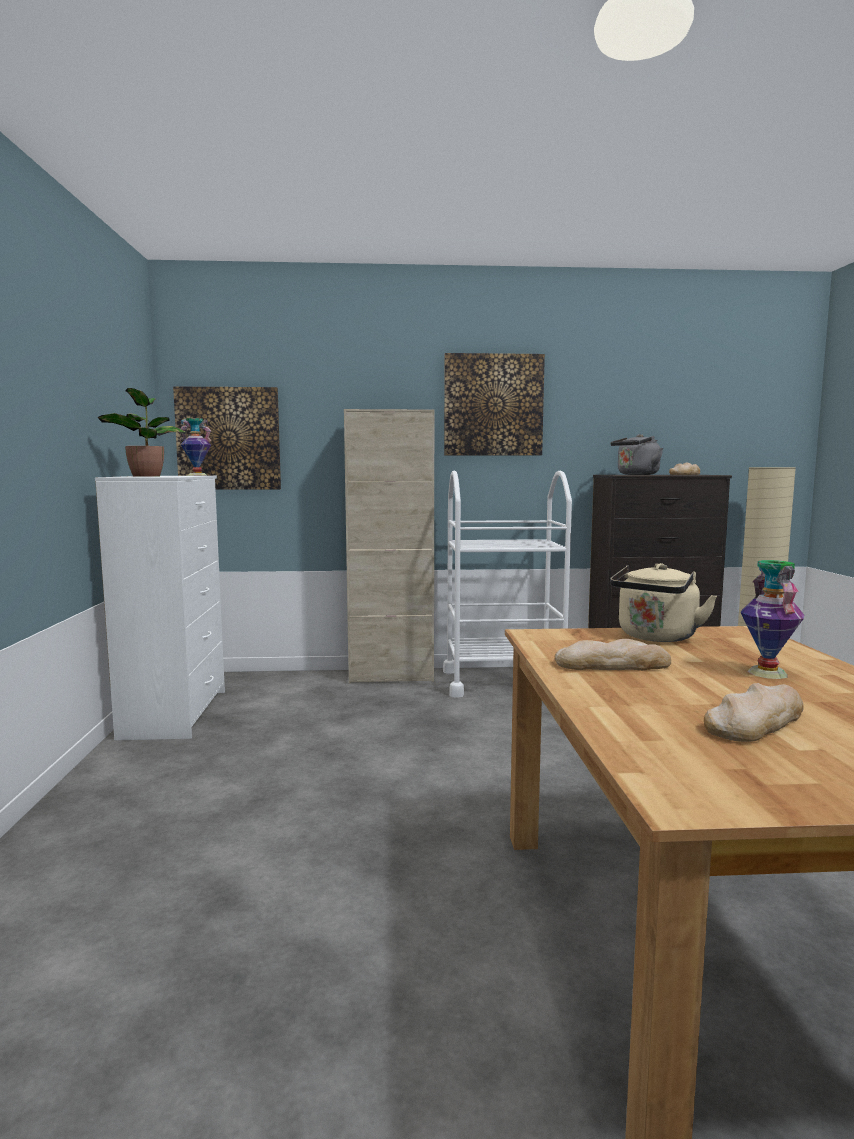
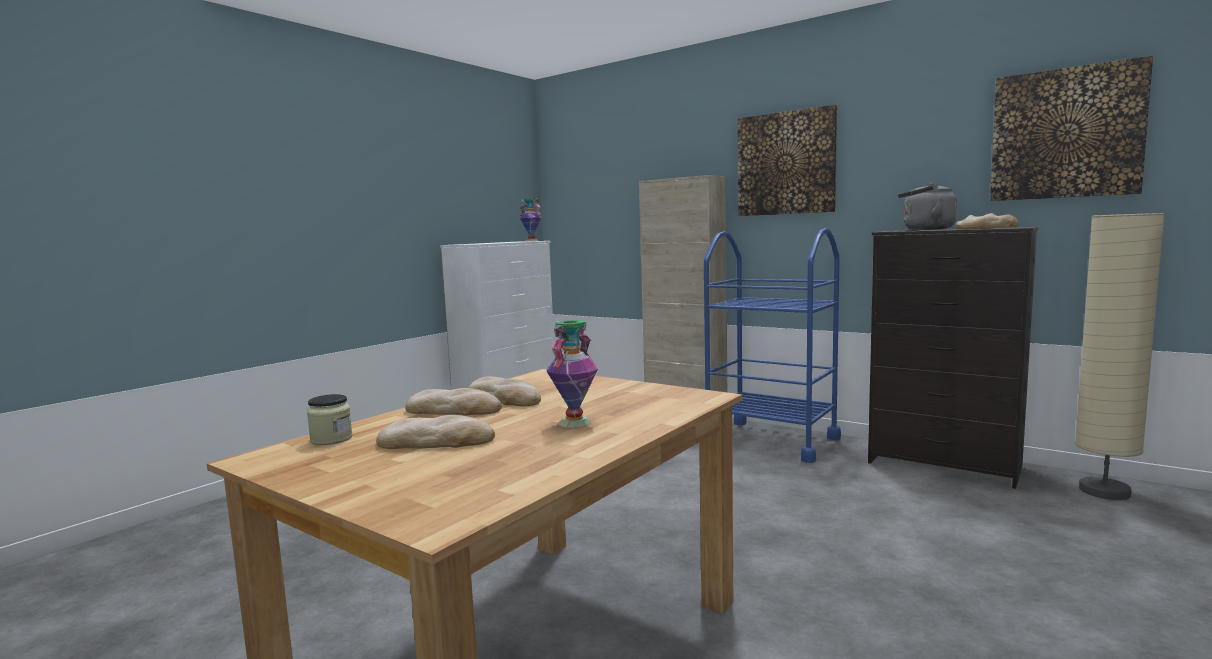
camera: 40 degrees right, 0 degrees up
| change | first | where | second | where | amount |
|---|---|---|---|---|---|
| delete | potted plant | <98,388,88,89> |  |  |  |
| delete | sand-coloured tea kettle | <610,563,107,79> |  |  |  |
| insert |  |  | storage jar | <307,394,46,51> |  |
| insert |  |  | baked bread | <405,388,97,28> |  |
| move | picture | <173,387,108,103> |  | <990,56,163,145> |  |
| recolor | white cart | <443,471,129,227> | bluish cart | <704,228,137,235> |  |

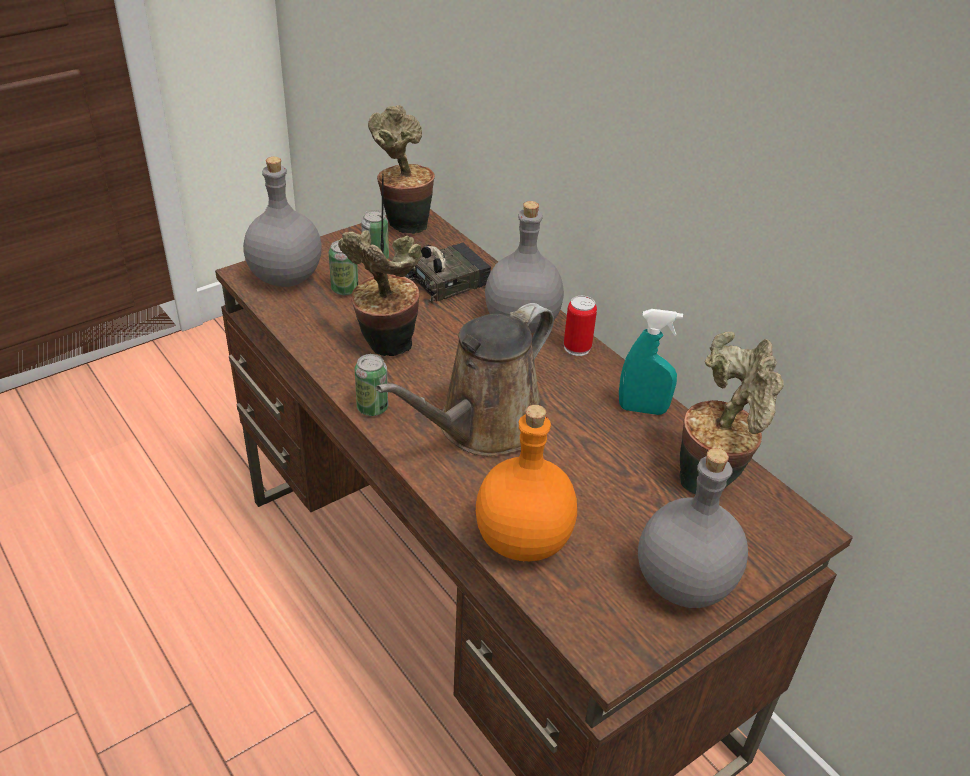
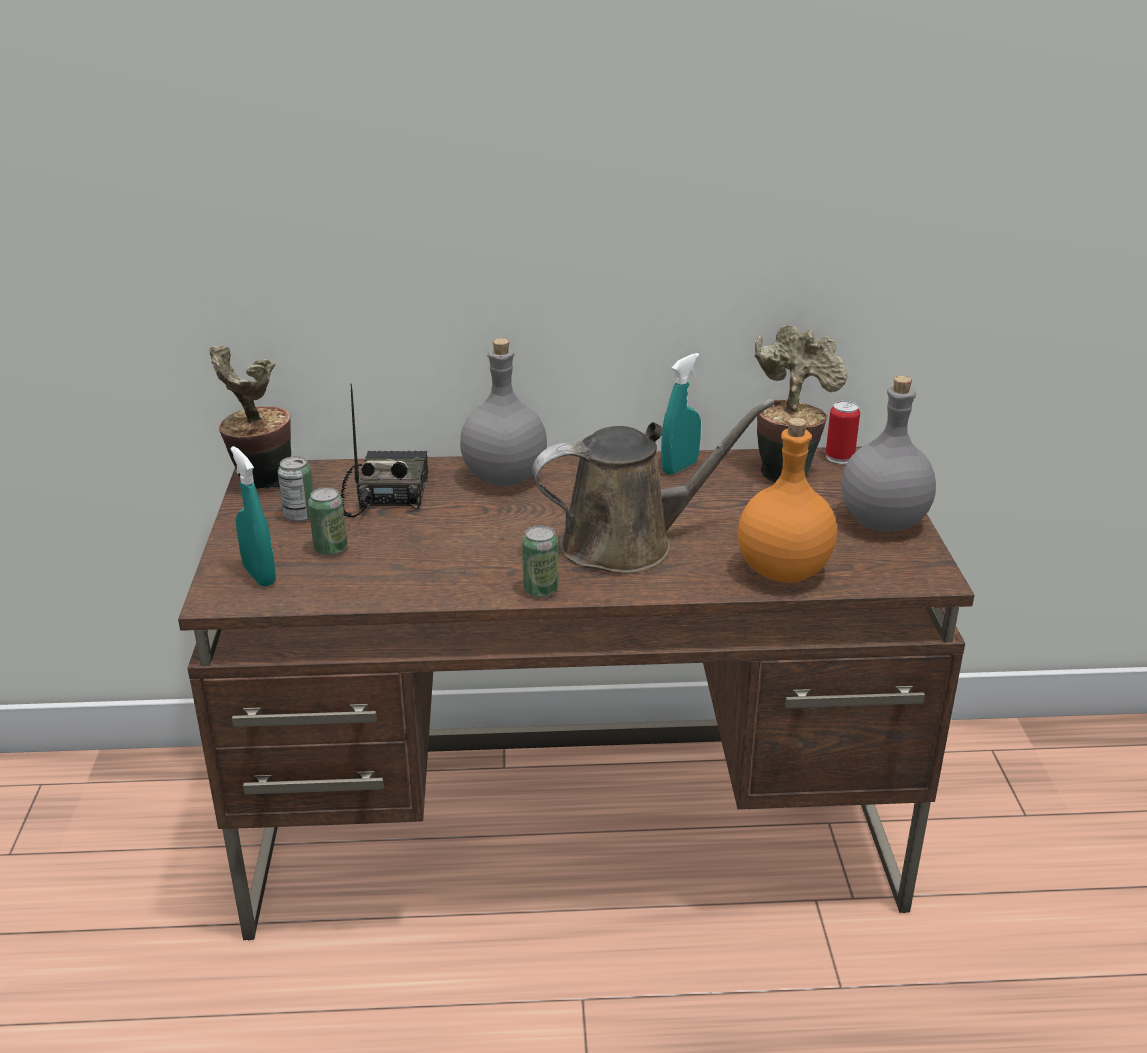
camera: 55 degrees left, 10 degrees down
| change | first | where | second | where | amount |
|---|---|---|---|---|---|
| delete | potted plant | <338,230,84,126> |  |  |  |
| move | can | <564,296,33,60> |  | <826,401,34,63> |  |
| replace | greyish beverage bottle | <243,157,79,130> | turquoise-coloured sprayer | <230,446,46,141> |  |
| rotate | brownish sprinkling can | <376,303,178,153> |  | <532,399,242,175> | 90 degrees counterclockwise |

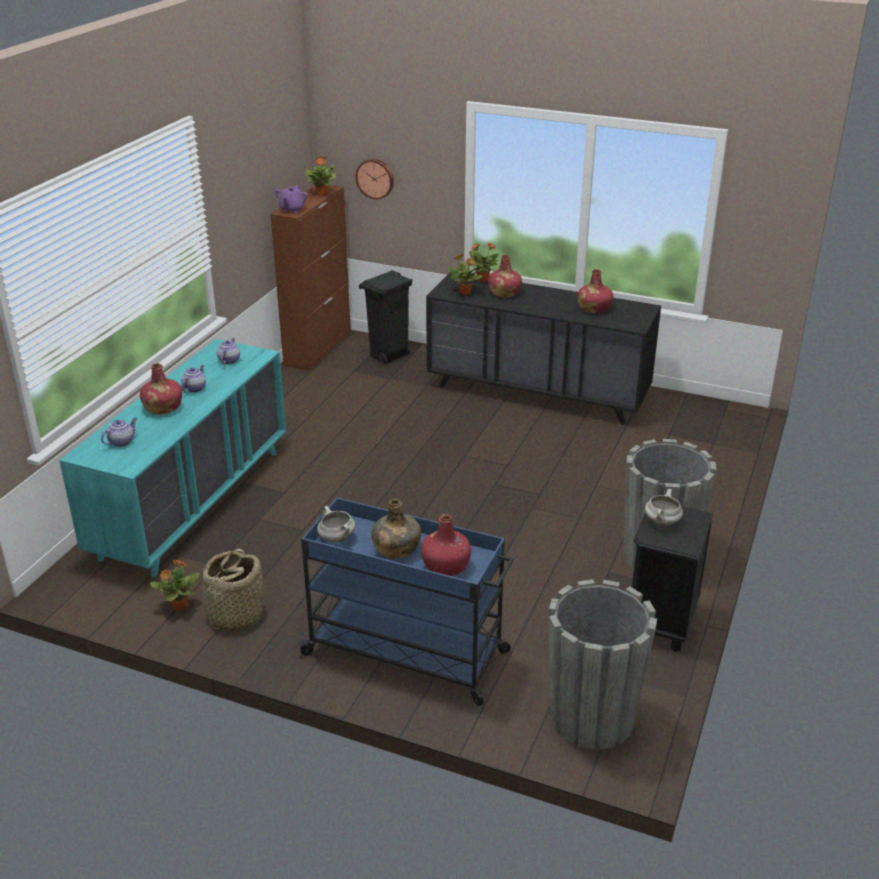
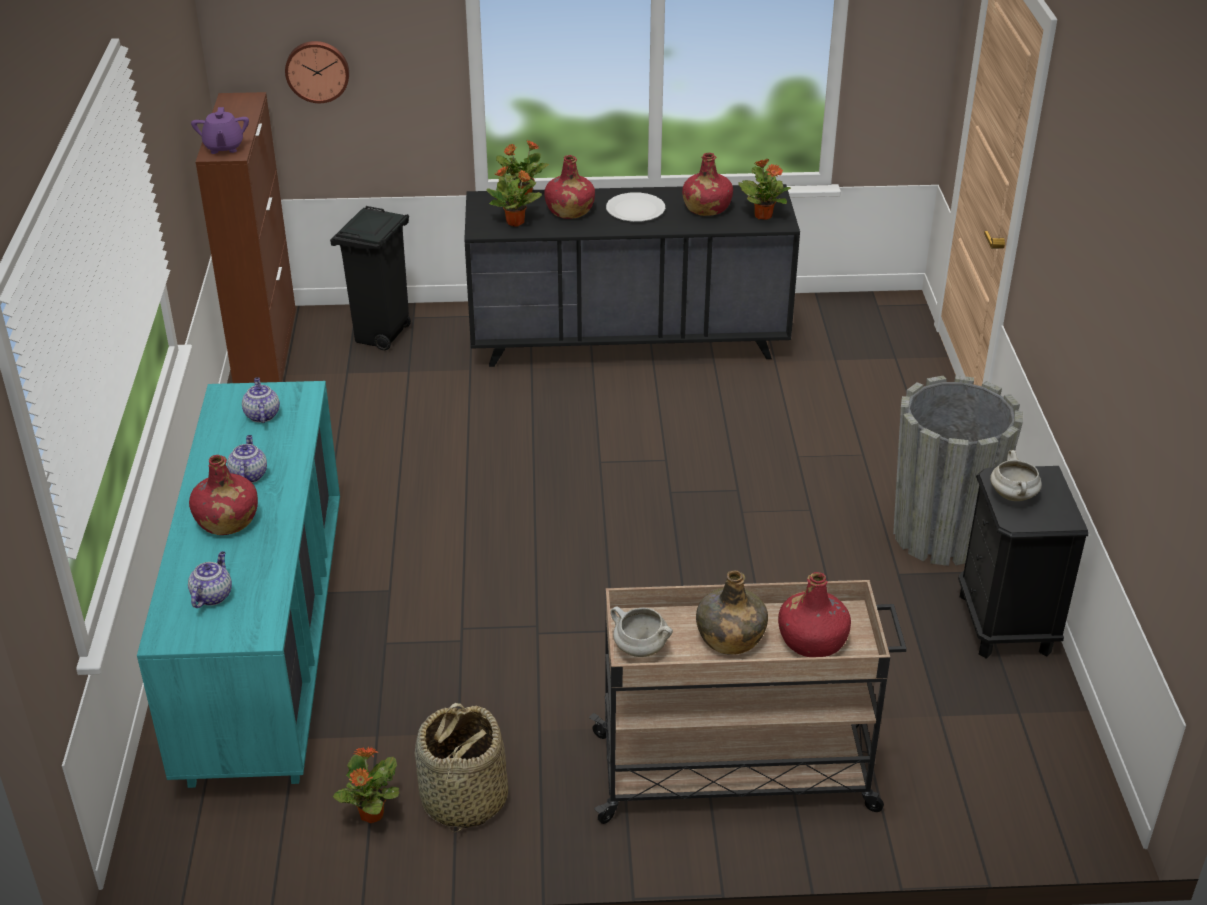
camera: 25 degrees left, 5 degrees up
| change | first | where | second | where | amount |
|---|---|---|---|---|---|
| delete | greyish flower pot | <549,579,108,171> |  |  |  |
| insert |  |  | white flat dish | <606,192,59,30> |  |
| move | potted plant | <305,156,32,40> |  | <738,159,53,61> |  |
| recolor | bluish cart | <297,497,217,209> | sand-coloured cart | <589,580,318,244> |  |

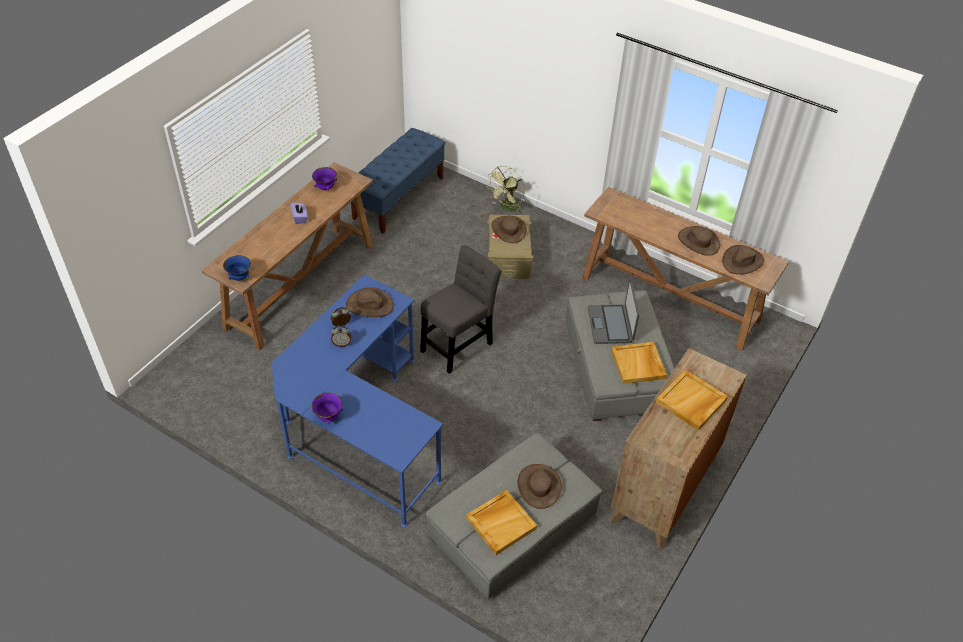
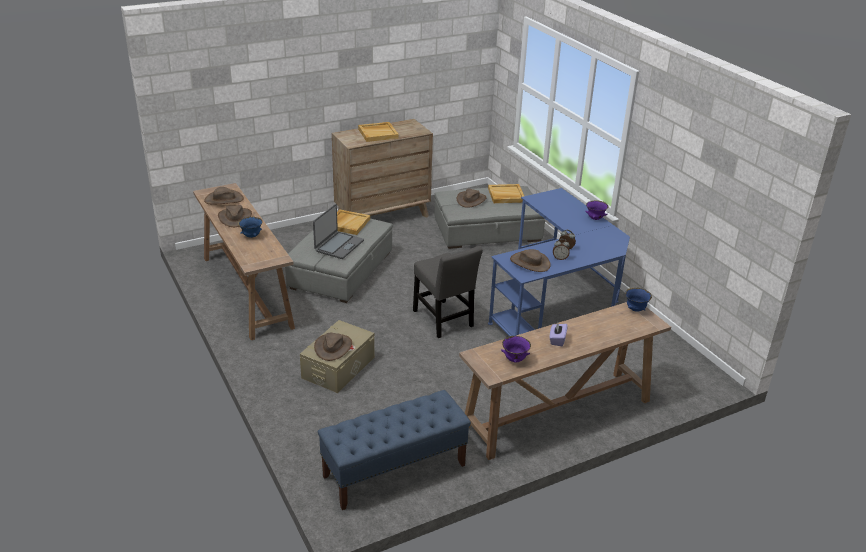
camera: 150 degrees left, 15 degrees down
| change | first | where | second | where | amount |
|---|---|---|---|---|---|
| delete | green electric fan | <486,166,39,47> |  |  |  |
| insert |  |  | bluish serving bowl | <238,217,24,21> |  |
| rotate | greyish upright chair | <420,245,81,129> |  | <413,246,70,92> | 105 degrees counterclockwise |

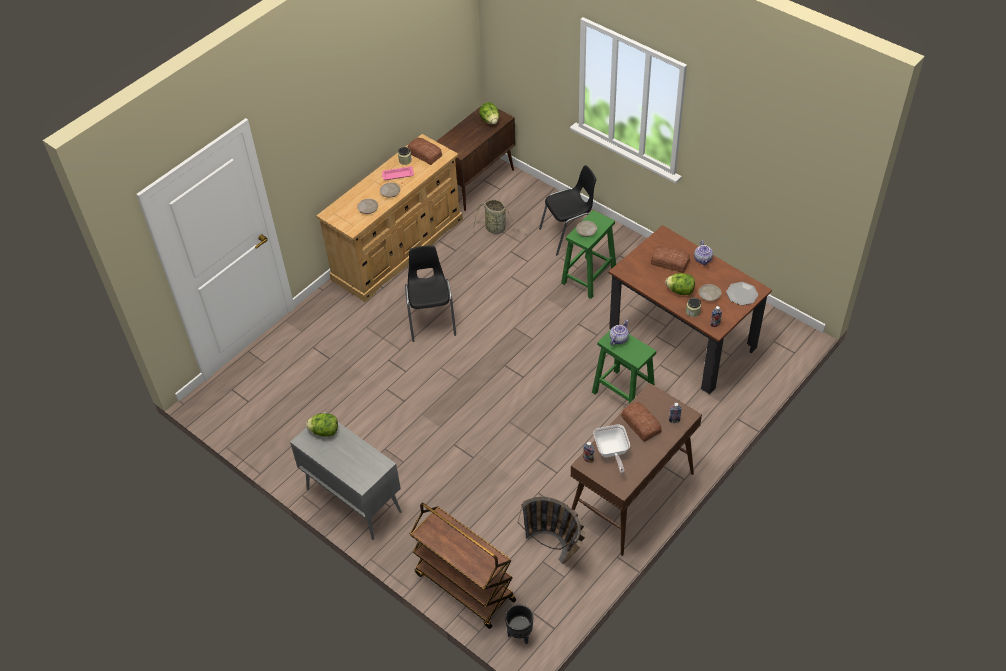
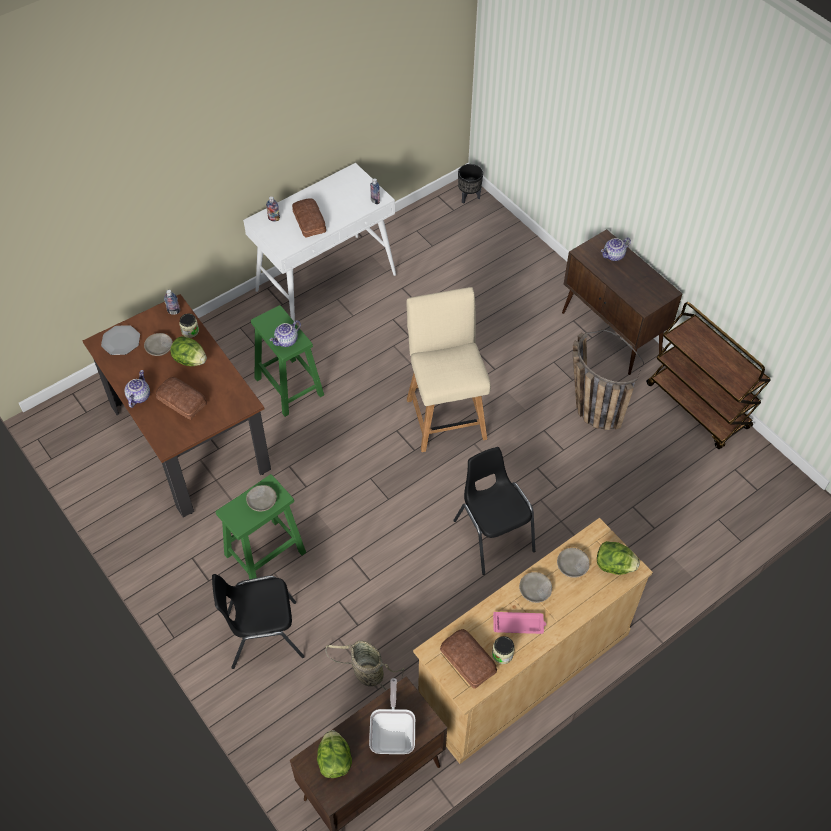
camera: 170 degrees left, 5 degrees up
| change | first | where | second | where | amount |
|---|---|---|---|---|---|
| insert |  |  | sand-coloured upright chair | <406,287,85,165> |  |
| insert |  |  | teapot | <601,237,30,24> |  |
| move | lettuce head | <306,413,32,24> |  | <597,541,43,34> |  |
| move | brownish cart | <410,503,106,126> |  | <646,302,125,147> |  |
| move | storage basket | <518,497,67,67> |  | <572,329,72,101> |  |
| move | pan | <593,424,37,49> |  | <369,678,46,76> |  |
| recolor | greyish cupboard | <290,412,112,128> | brownish cupboard | <562,229,120,146> |  |
| recolor | brownish narrow table | <571,383,131,173> | white narrow table | <243,163,153,158> |  |
| rotate | black-coloured upright chair | <405,246,51,96> |  | <453,447,82,128> | 150 degrees clockwise |

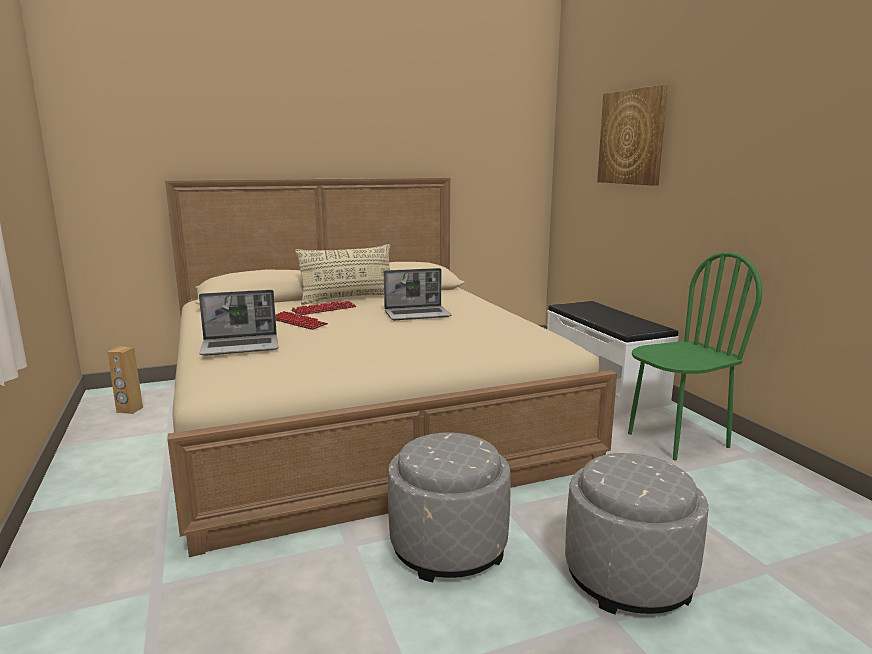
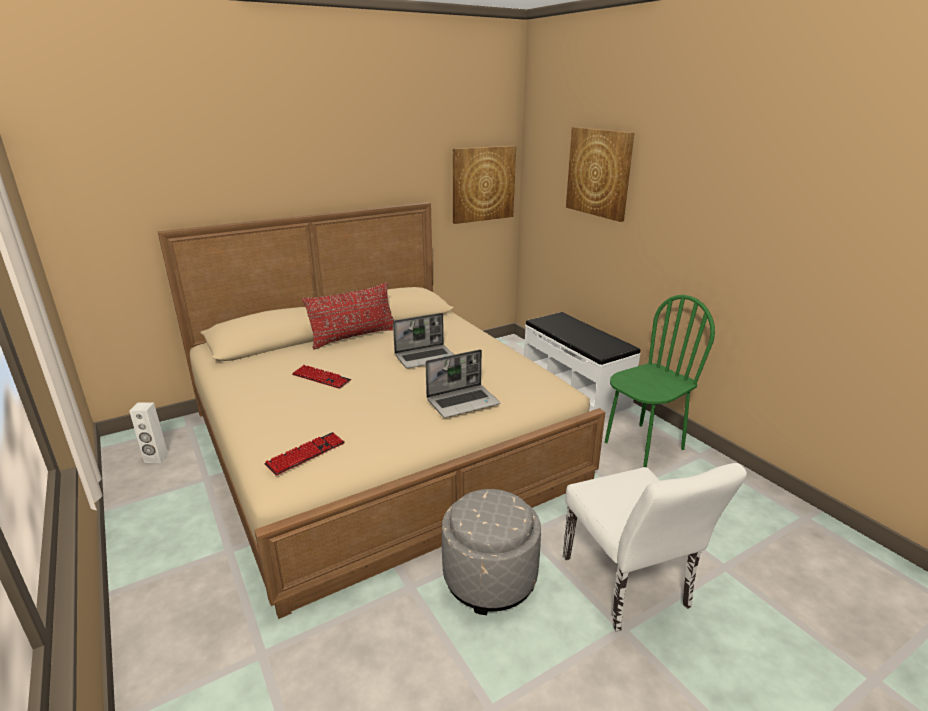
camera: 10 degrees left, 10 degrees up
| change | first | where | second | where | amount |
|---|---|---|---|---|---|
| insert |  |  | picture | <453,146,63,78> |  |
| move | portable computer | <199,290,79,66> |  | <425,349,75,69> |  |
| move | keyboard | <291,301,65,14> |  | <264,432,81,43> |  |
| replace | greyish pouffe | <565,453,143,162> | white upright chair | <563,463,184,169> |  |
| recolor | brownish audio speaker | <107,346,36,68> | white audio speaker | <129,403,39,60> |  |
| recolor | sand-coloured throw pillow | <295,244,95,61> | red throw pillow | <302,282,92,67> |  |

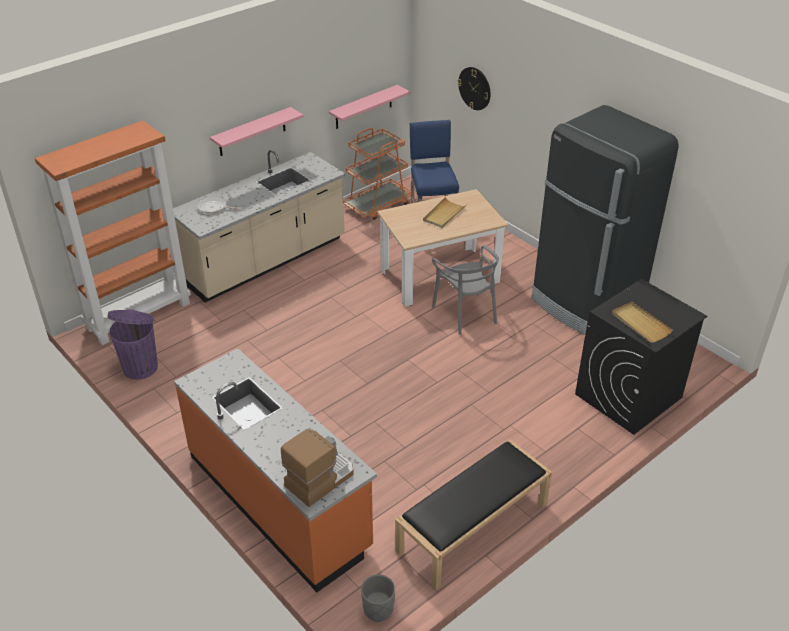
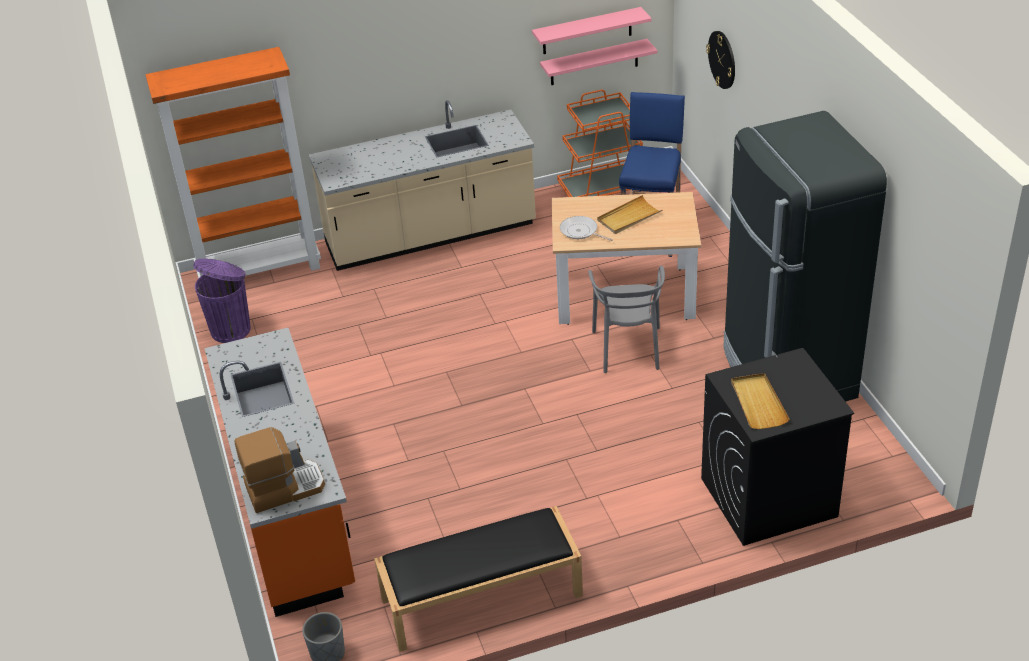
camera: 25 degrees right, 0 degrees up
| change | first | where | second | where | amount |
|---|---|---|---|---|---|
| move | pan | <197,196,44,18> |  | <560,216,53,25> |  |
| move | pink shelf | <210,107,94,49> |  | <532,7,119,47> |  |

